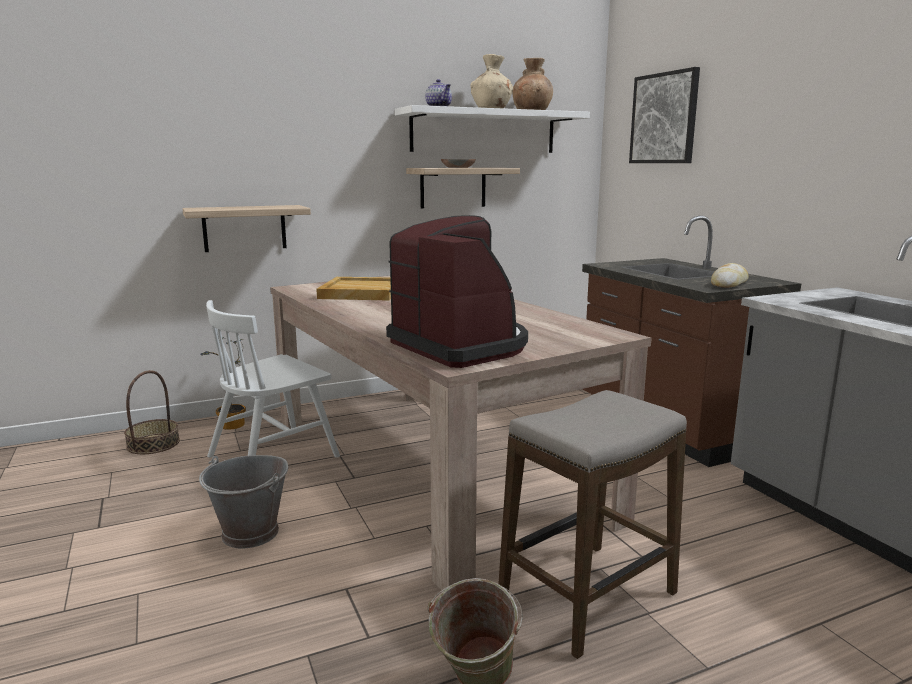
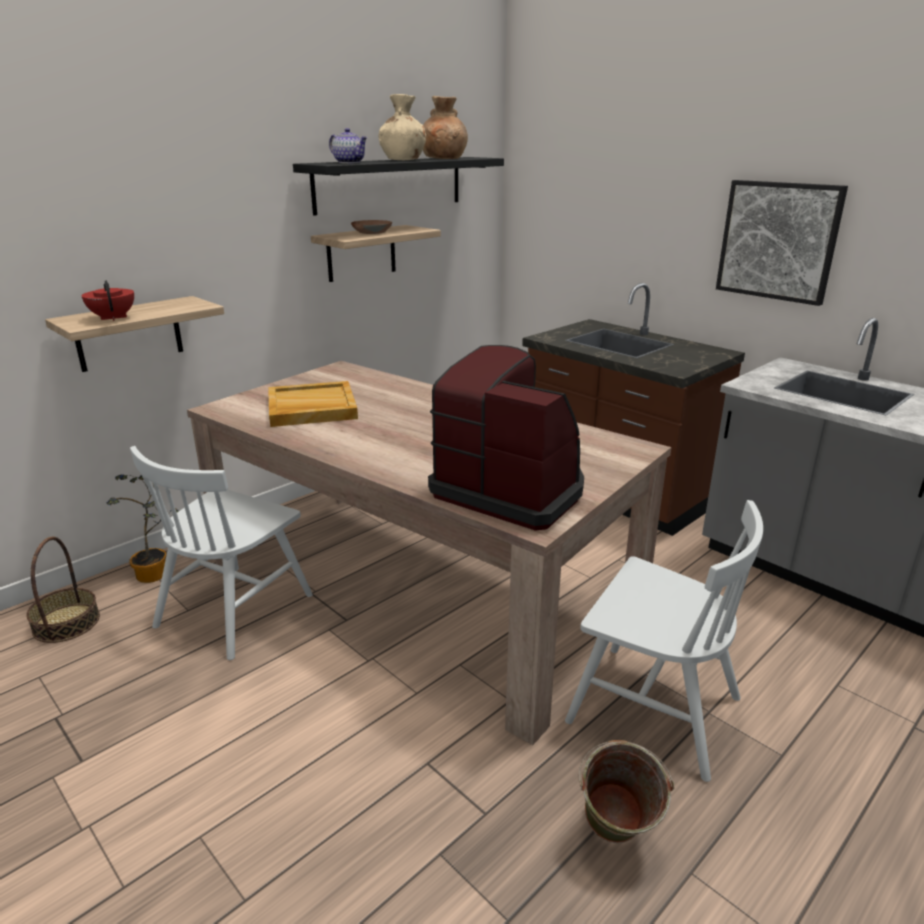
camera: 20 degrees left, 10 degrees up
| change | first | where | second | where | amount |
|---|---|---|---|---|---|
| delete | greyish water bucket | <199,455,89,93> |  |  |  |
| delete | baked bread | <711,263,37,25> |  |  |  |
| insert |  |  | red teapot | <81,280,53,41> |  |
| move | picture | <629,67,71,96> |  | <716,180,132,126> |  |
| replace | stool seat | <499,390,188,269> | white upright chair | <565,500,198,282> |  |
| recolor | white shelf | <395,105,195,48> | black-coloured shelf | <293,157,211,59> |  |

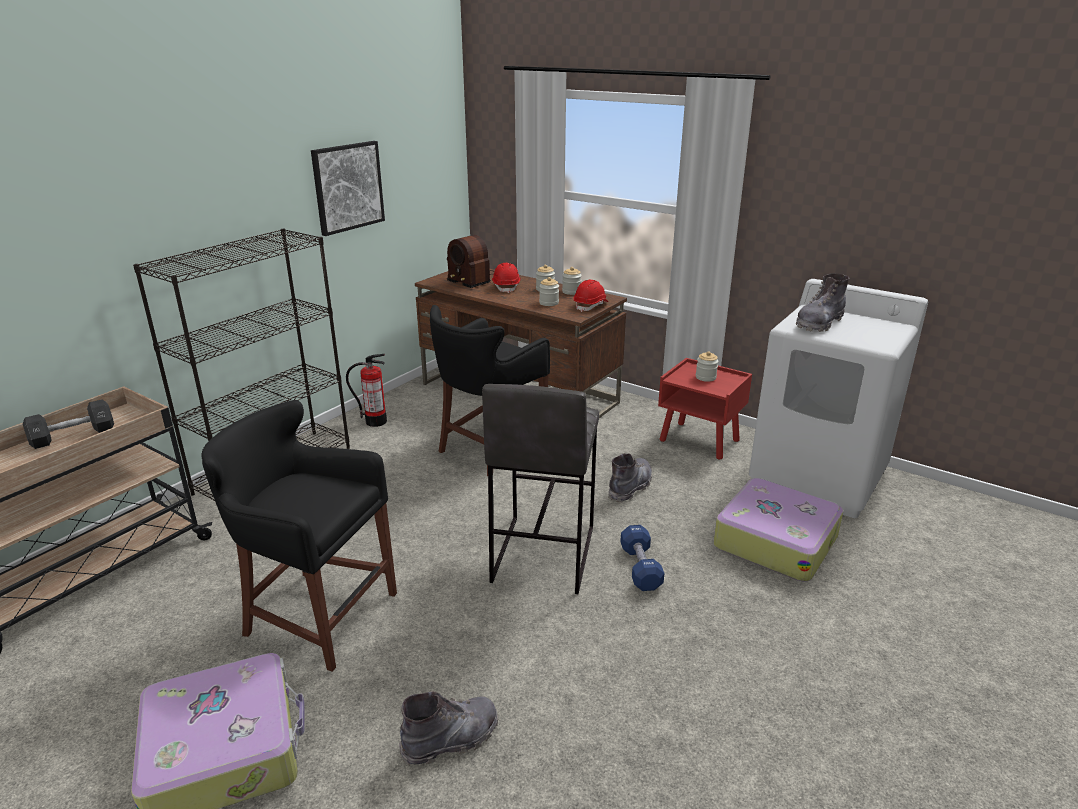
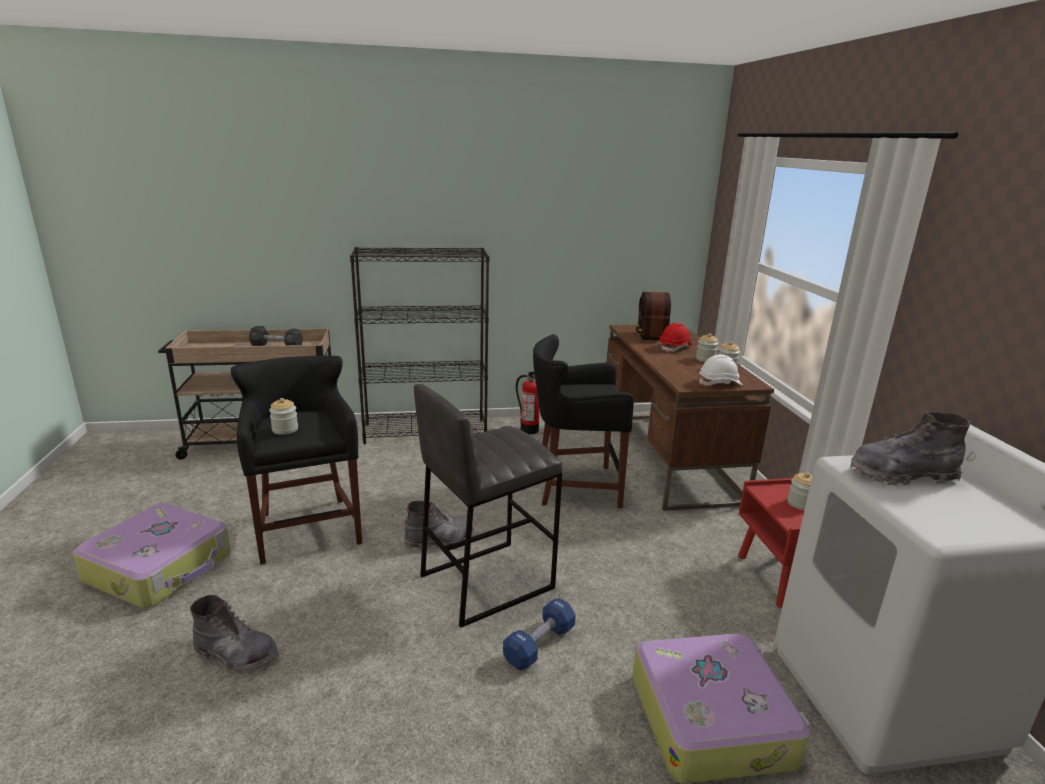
camera: 45 degrees right, 5 degrees down
| change | first | where | second | where | amount |
|---|---|---|---|---|---|
| delete | picture | <311,141,74,95> |  |  |  |
| move | storage jar | <539,277,20,29> |  | <269,398,29,37> |  |
| move | greyish boot | <608,453,44,50> |  | <404,501,70,49> |  |
| recolor | red hard hat | <573,280,35,32> | white hard hat | <699,355,44,31> |  |

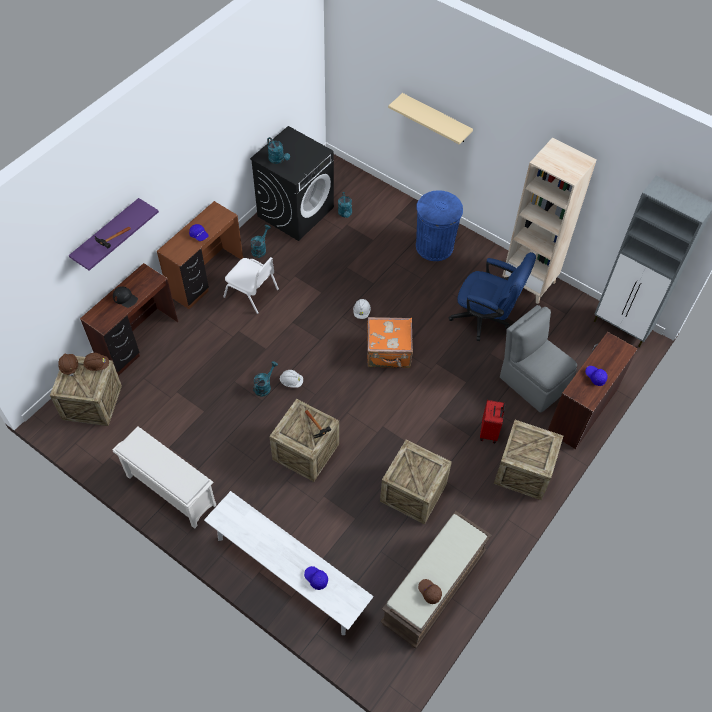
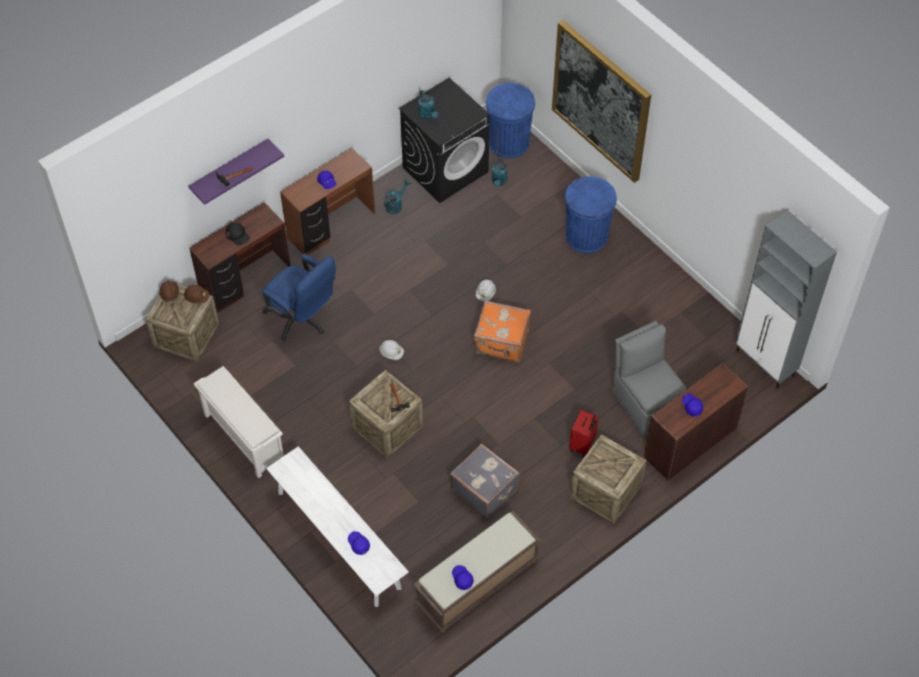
camera: 15 degrees right, 0 degrees up
| change | first | where | second | where | amount |
|---|---|---|---|---|---|
| delete | white upright chair | <223,257,56,57> |  |  |  |
| delete | turquoise-coloured sprinkling can | <253,361,25,36> |  |  |  |
| delete | sand-coloured bookcase | <503,138,93,166> |  |  |  |
| insert |  |  | bluish waste bin | <486,83,49,75> |  |
| move | bluish desk chair | <449,252,87,89> |  | <262,254,74,87> |  |
| replace | crate | <380,440,72,84> | greyish piece of luggage | <450,443,70,76> |  |
| replace | sand-coloured shelf | <388,93,85,51> | picture | <552,20,99,163> |  |
| recolor | brownish peaked cap | <418,579,24,25> | bluish peaked cap | <452,565,22,25> |  |

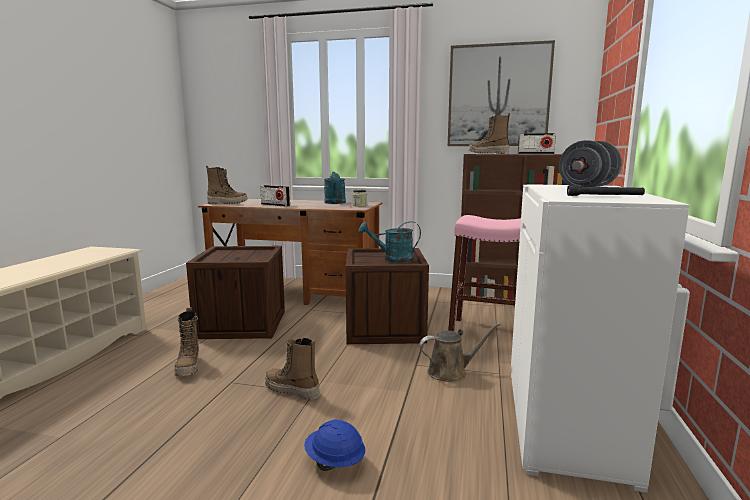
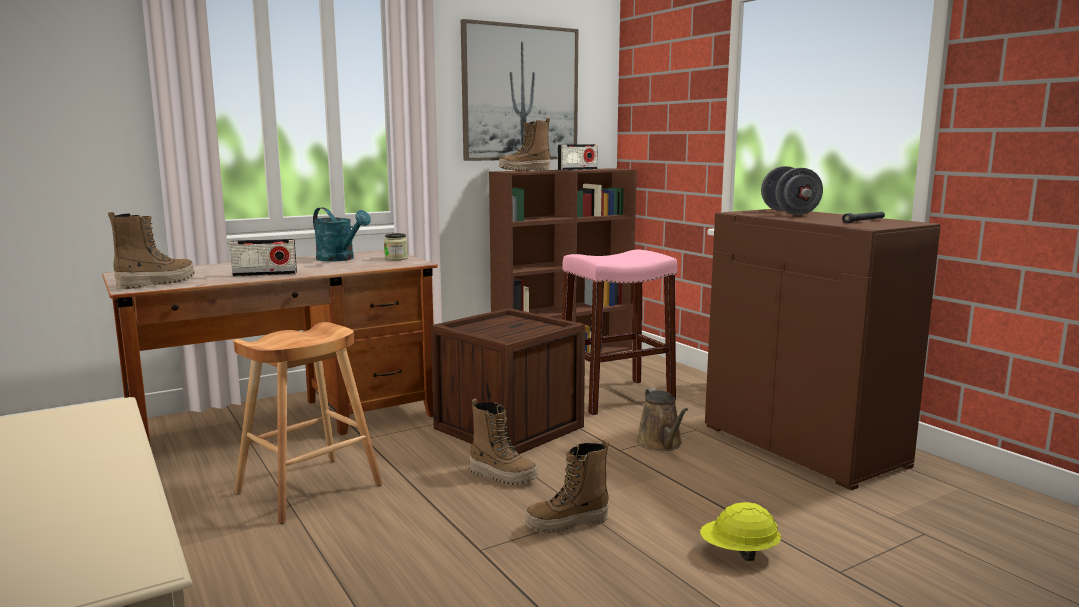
camera: 45 degrees left, 0 degrees up
| change | first | where | second | where | amount |
|---|---|---|---|---|---|
| delete | turquoise-coloured sprinkling can | <358,221,63,42> |  |  |  |
| move | boot | <174,307,25,69> |  | <470,398,68,87> |  |
| replace | crate | <186,246,99,93> | brownish stool seat | <234,322,149,202> |  |
| recolor | bluish hard hat | <304,419,61,52> | yellowish hard hat | <700,502,81,59> |  |
| recolor | white cupboard | <511,184,179,309> | brownish cupboard | <705,209,236,282> |  |
| rotate | brownish sprinkling can | <419,323,82,59> |  | <636,388,52,63> | 135 degrees clockwise |

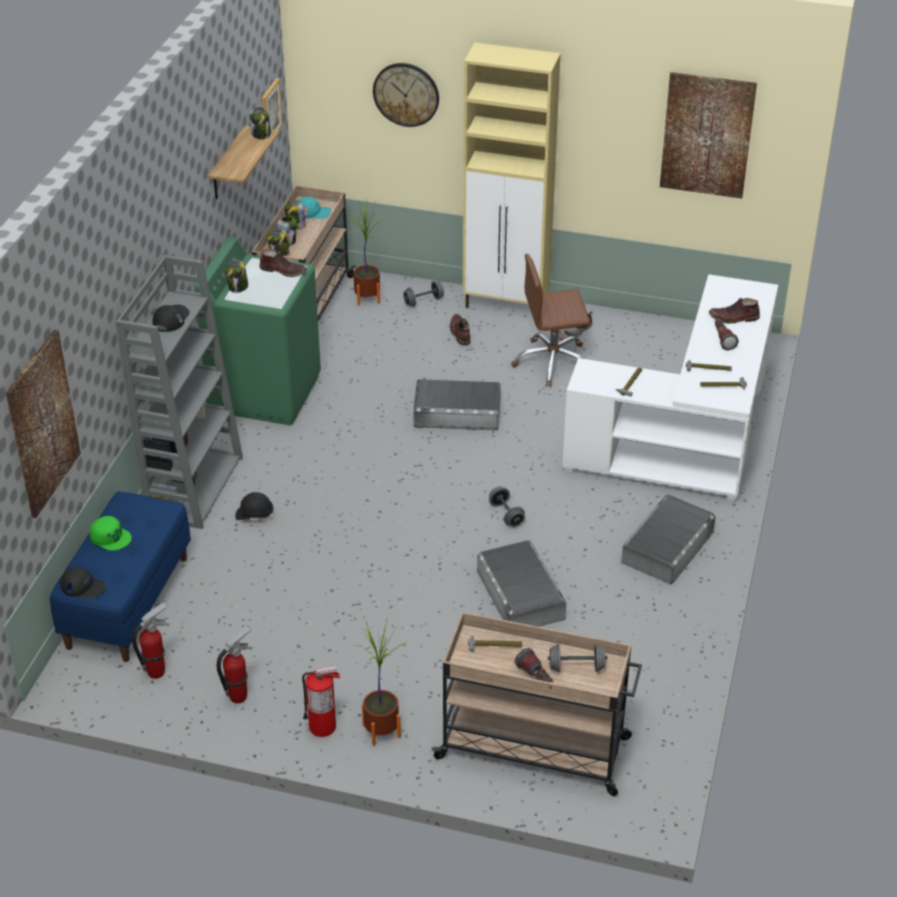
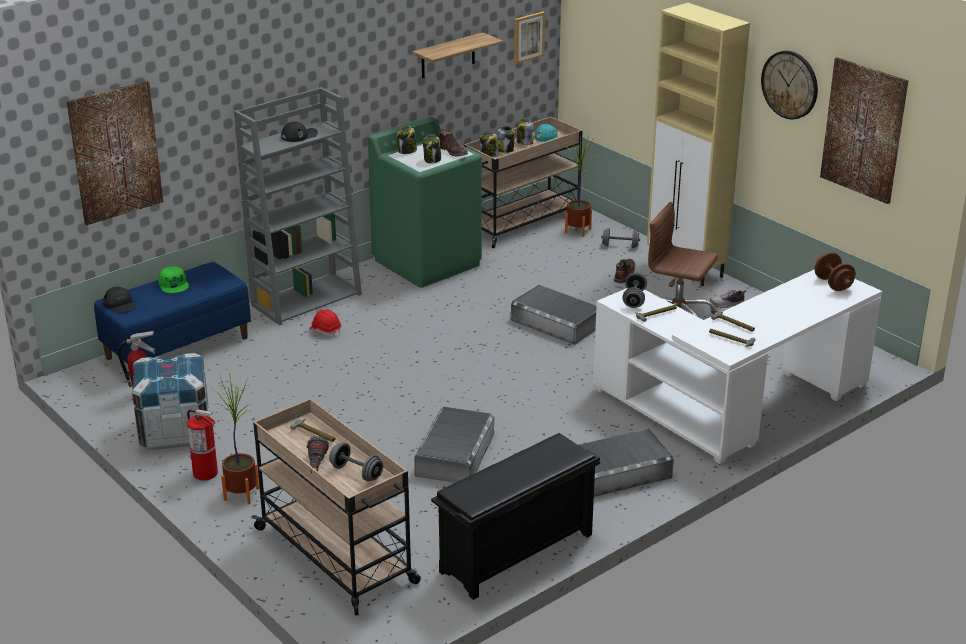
camera: 35 degrees right, 10 degrees down
| change | first | where | second | where | amount |
|---|---|---|---|---|---|
| delete | brownish boot | <709,298,51,25> |  |  |  |
| delete | torch | <715,319,24,31> |  |  |  |
| insert |  |  | black-coloured shoe shelf | <431,433,169,167> |  |
| insert |  |  | brownish dumbbell | <815,252,41,39> |  |
| move | storage jar | <249,107,22,32> |  | <423,134,18,30> |  |
| move | clock on the wall | <373,63,66,64> |  | <761,51,57,69> |  |
| move | greyish dumbbell | <489,486,36,41> |  | <623,272,24,36> |  |
| replace | fire extinguisher | <217,625,36,78> | crate | <132,353,77,97> |  |
| recolor | black-coloured hard hat | <235,492,39,28> | red hard hat | <309,309,32,28> |  |

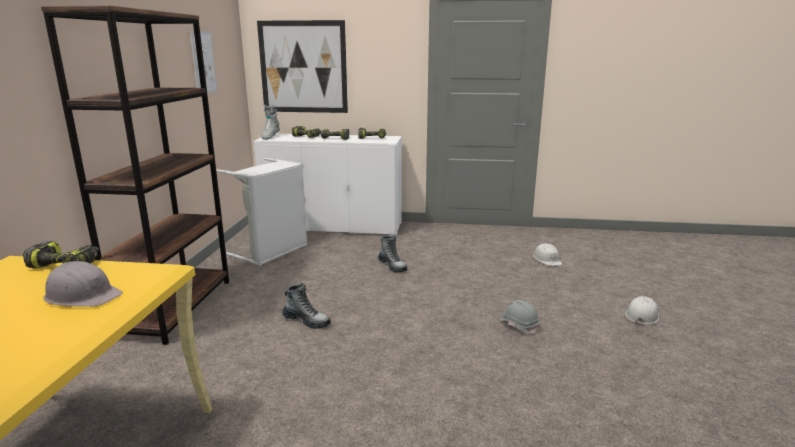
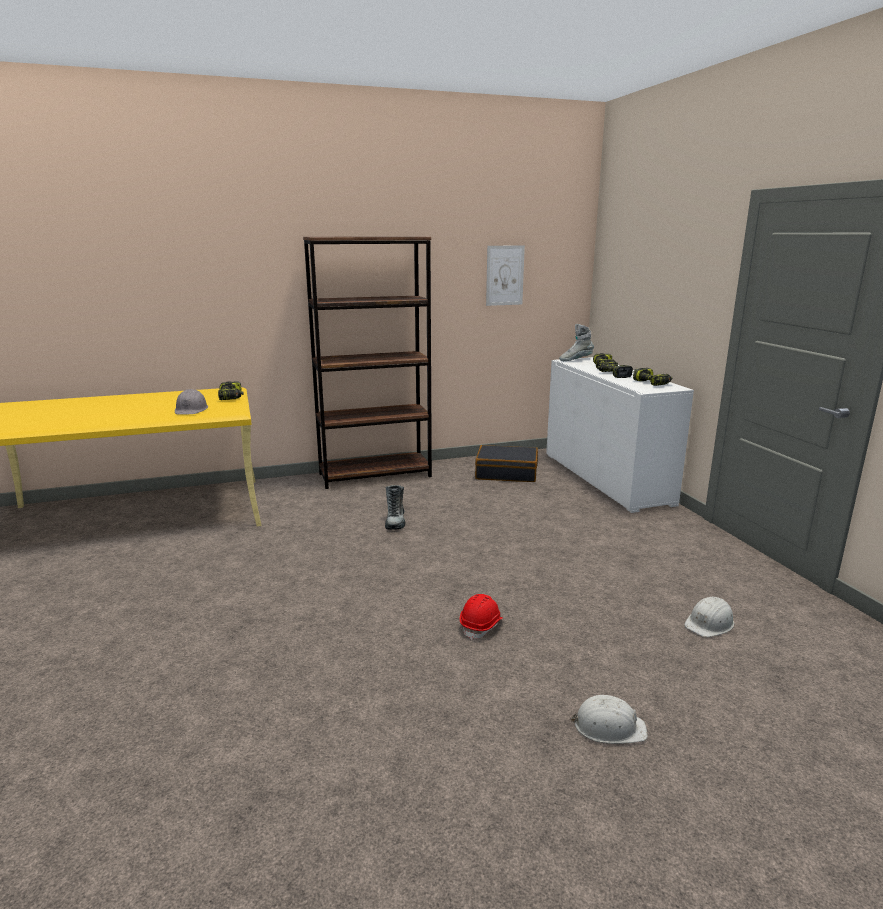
camera: 65 degrees right, 0 degrees up
| change | first | where | second | where | amount |
|---|---|---|---|---|---|
| delete | picture | <257,20,91,93> |  |  |  |
| delete | boot | <378,235,29,37> |  |  |  |
| replace | greyish hamper | <216,158,91,108> | black-coloured piece of luggage | <475,445,63,37> |  |
| recolor | greyish hard hat | <499,300,40,34> | red hard hat | <460,594,43,46> |  |

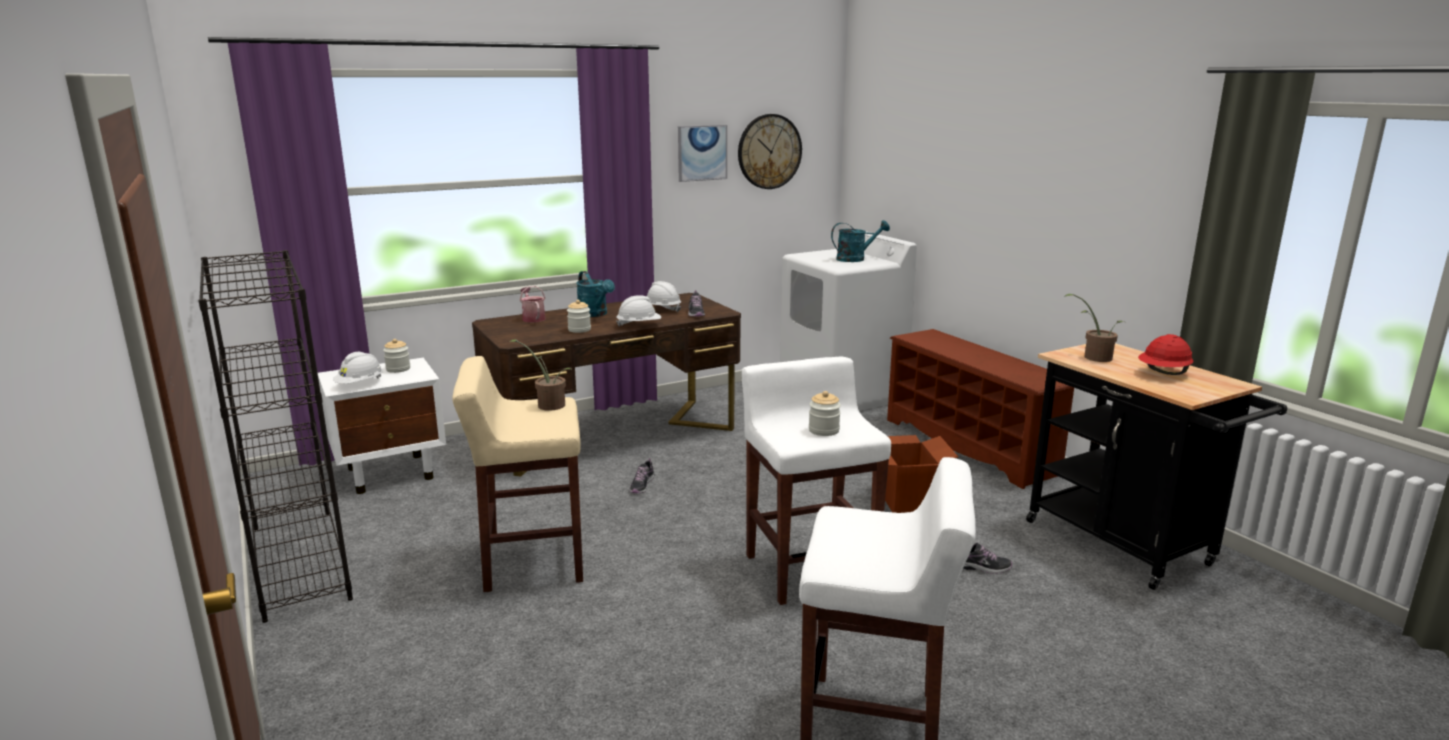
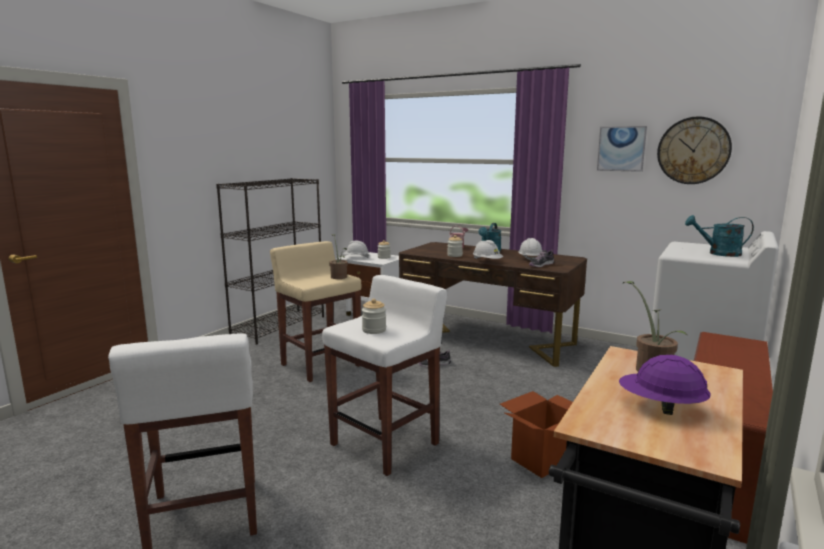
camera: 60 degrees right, 5 degrees down
| change | first | where | second | where | amount |
|---|---|---|---|---|---|
| delete | shoe | <963,543,49,31> |  |  |  |
| recolor | red hard hat | <1138,334,55,41> | purple hard hat | <619,355,92,60> |  |
| rotate | turquoise-coloured sprinkling can | <831,220,59,42> |  | <685,215,69,42> | 150 degrees clockwise |

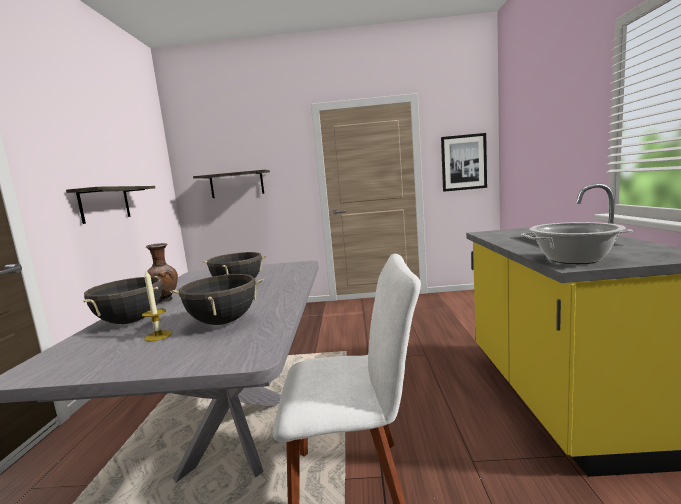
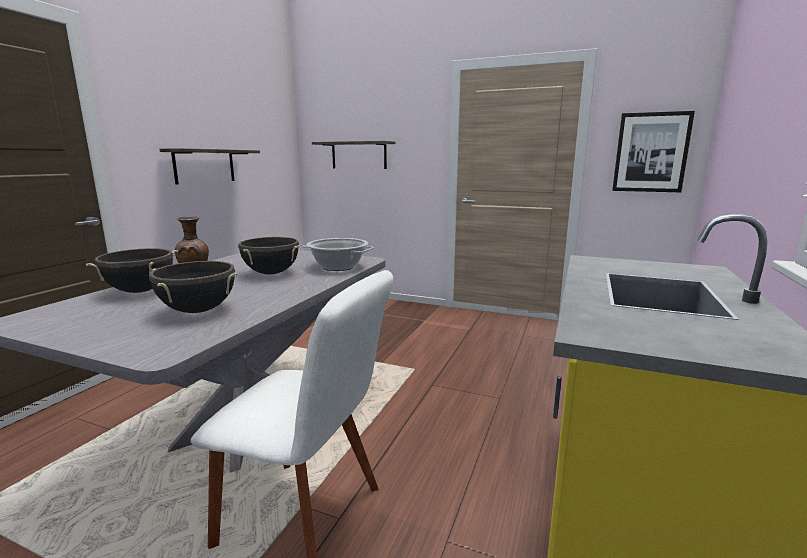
camera: 20 degrees right, 5 degrees up
| change | first | where | second | where | amount |
|---|---|---|---|---|---|
| delete | wax light | <142,271,30,71> |  |  |  |
| move | stockpot | <521,222,112,42> |  | <302,238,72,33> |  |

